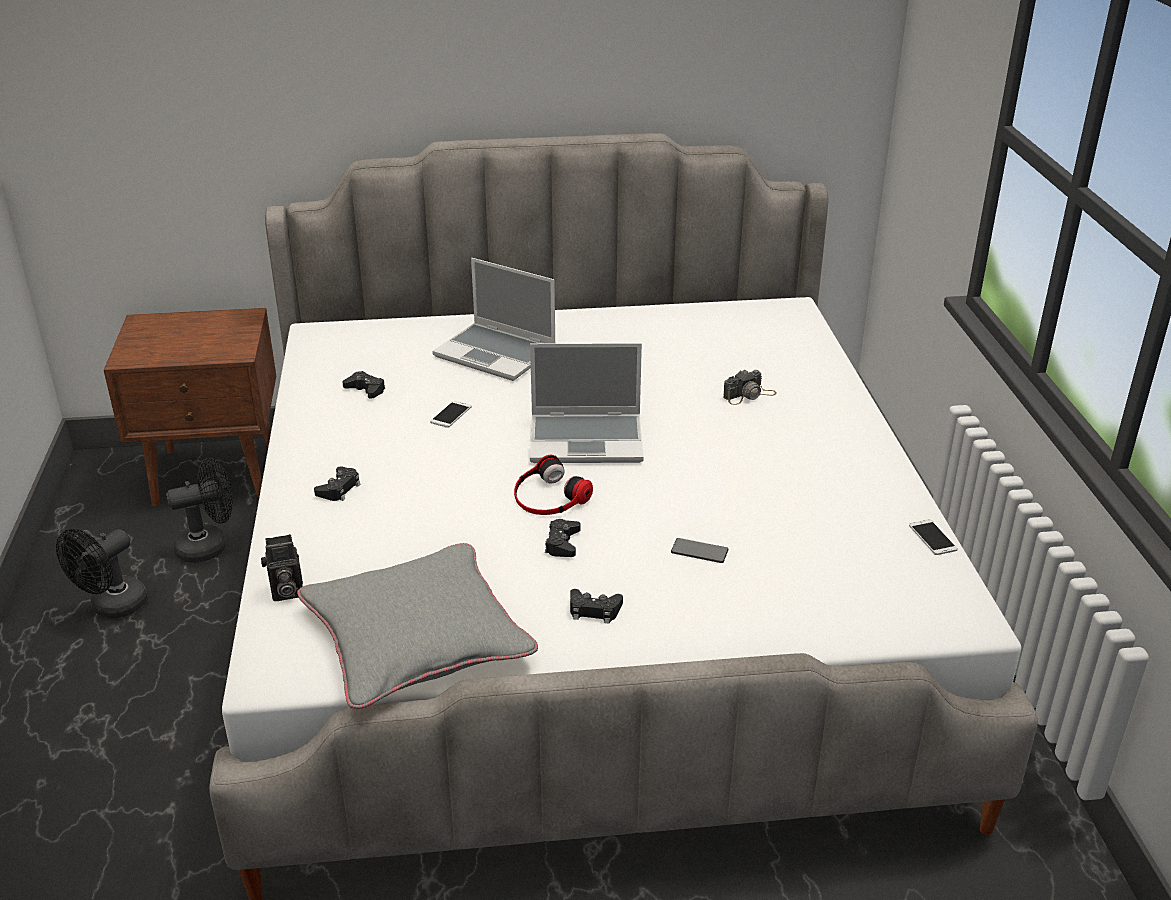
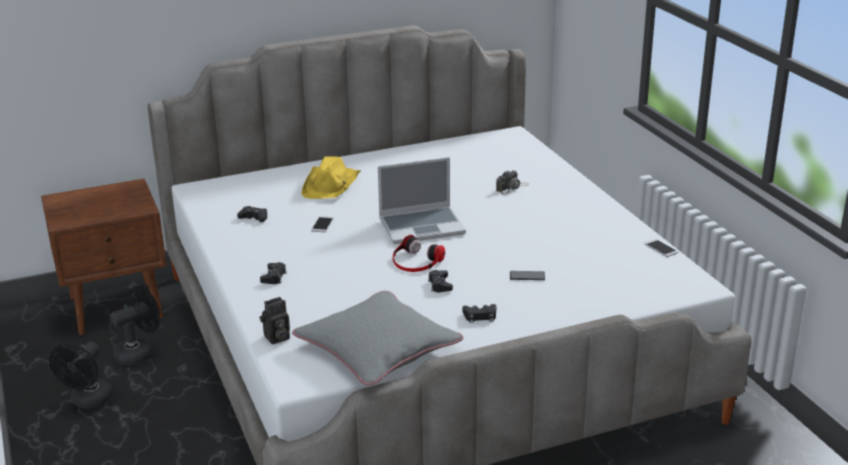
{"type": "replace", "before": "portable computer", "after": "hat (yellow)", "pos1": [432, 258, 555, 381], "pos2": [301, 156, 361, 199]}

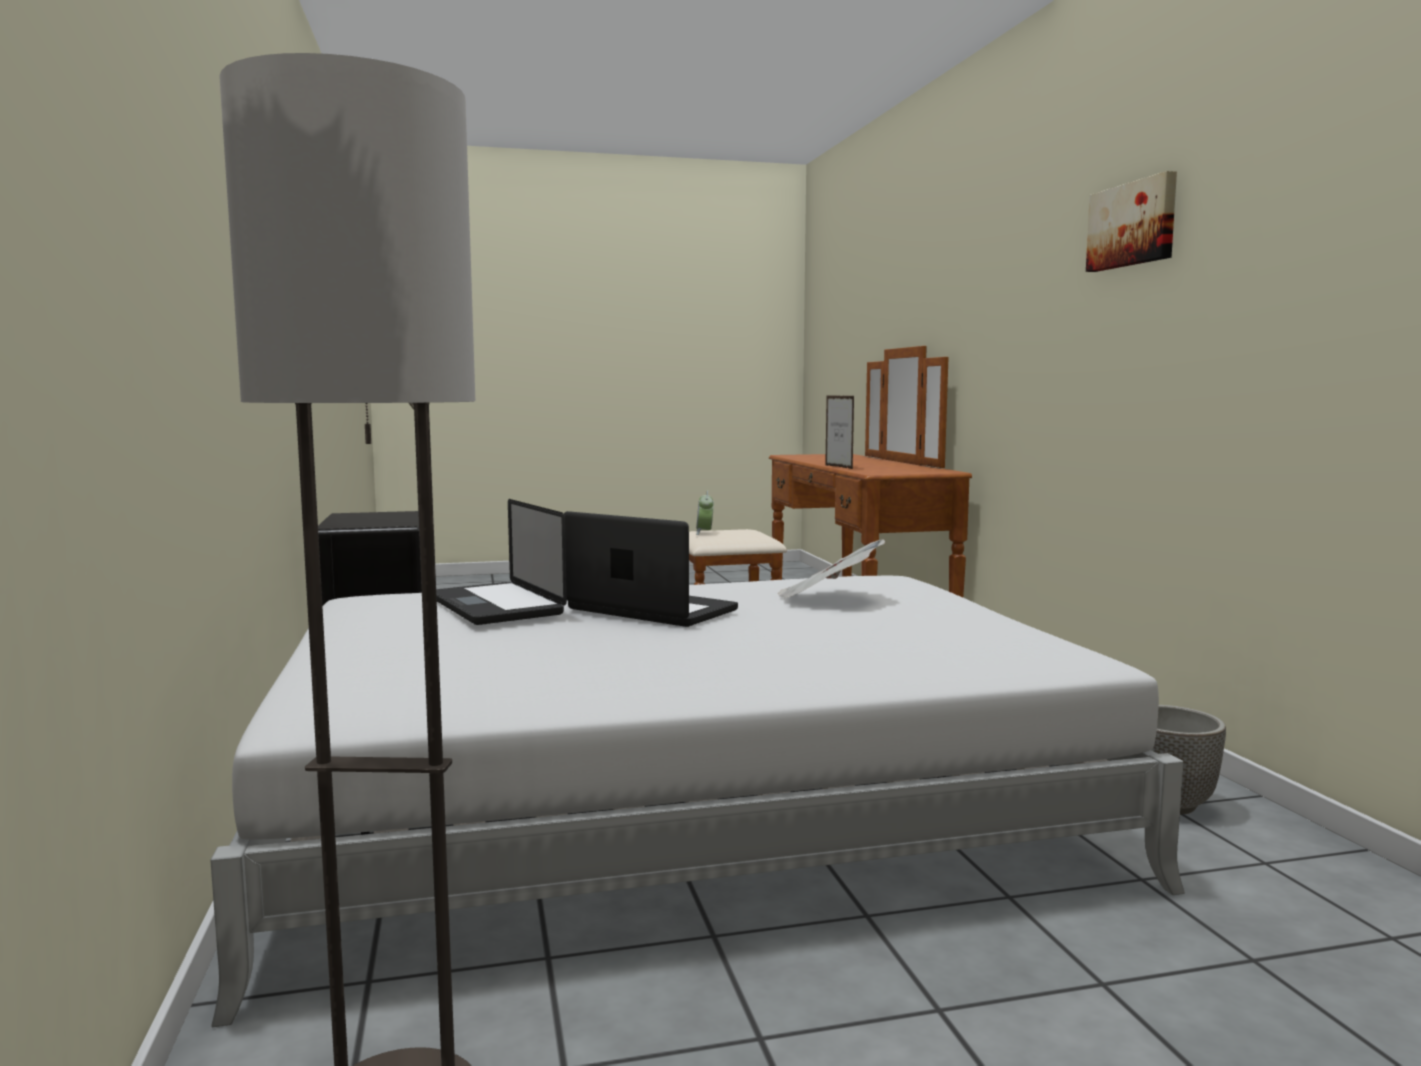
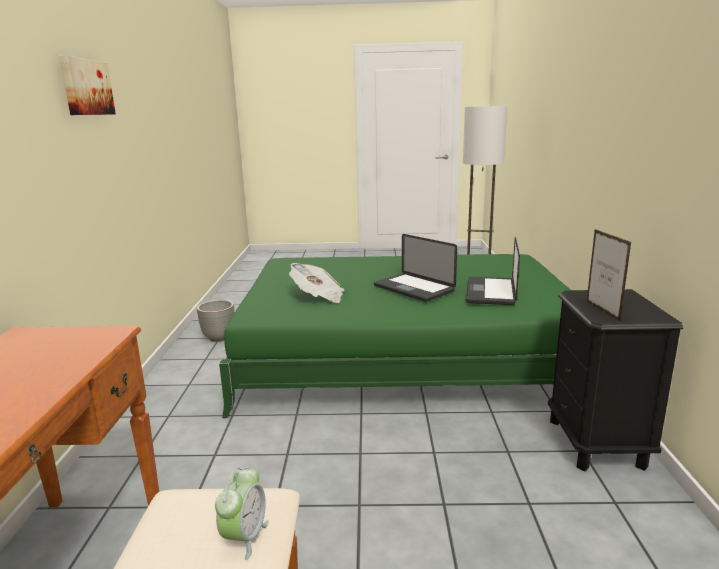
{"type": "recolor", "before": "bed (white-coloured)", "after": "bed (greenish)", "pos1": [210, 576, 1185, 1027], "pos2": [219, 254, 571, 418]}
{"type": "rotate", "before": "portable computer", "pos1": [436, 499, 567, 625], "pos2": [466, 237, 520, 305], "turn": -150}
{"type": "move", "before": "photo frame", "pos1": [825, 396, 854, 469], "pos2": [587, 229, 631, 321]}

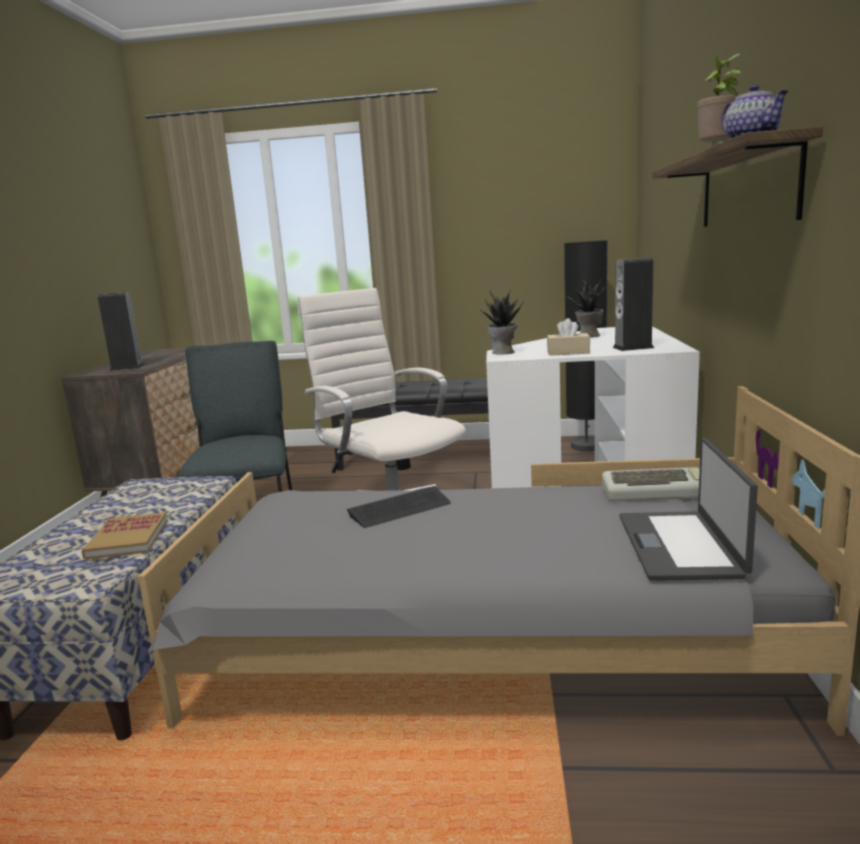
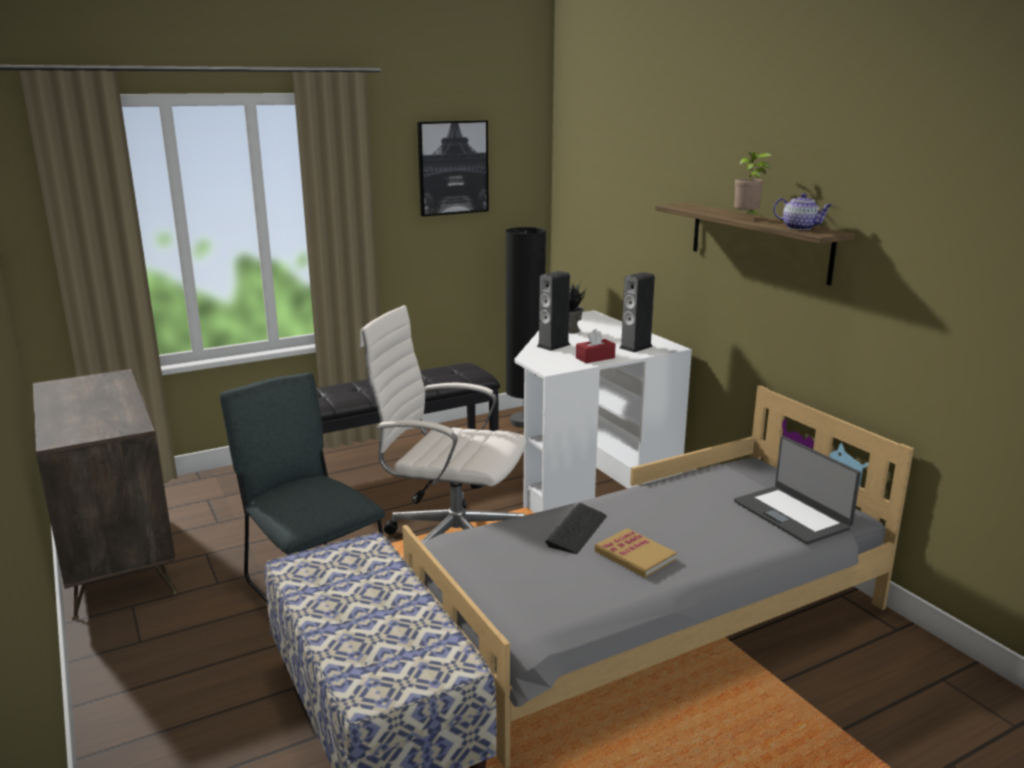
{"type": "move", "before": "bound book", "pos1": [81, 512, 168, 560], "pos2": [595, 528, 677, 578]}
{"type": "move", "before": "speaker", "pos1": [98, 292, 144, 371], "pos2": [537, 271, 570, 351]}
{"type": "delete", "before": "houseplant", "pos1": [480, 289, 524, 355]}
{"type": "recolor", "before": "tissue holder (beige-coloured)", "after": "tissue holder (red-coloured)", "pos1": [547, 318, 590, 356], "pos2": [576, 329, 615, 363]}
{"type": "delete", "before": "PC keyboard", "pos1": [602, 467, 700, 502]}
{"type": "insert", "after": "wall picture", "pos2": [417, 120, 489, 216]}

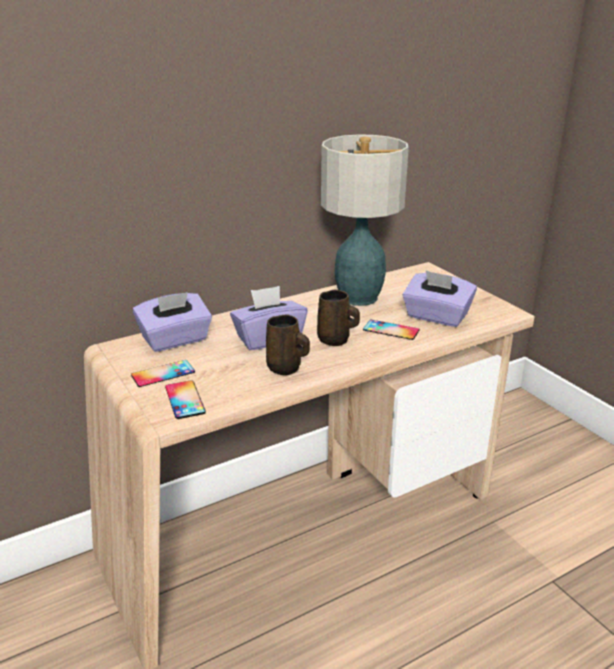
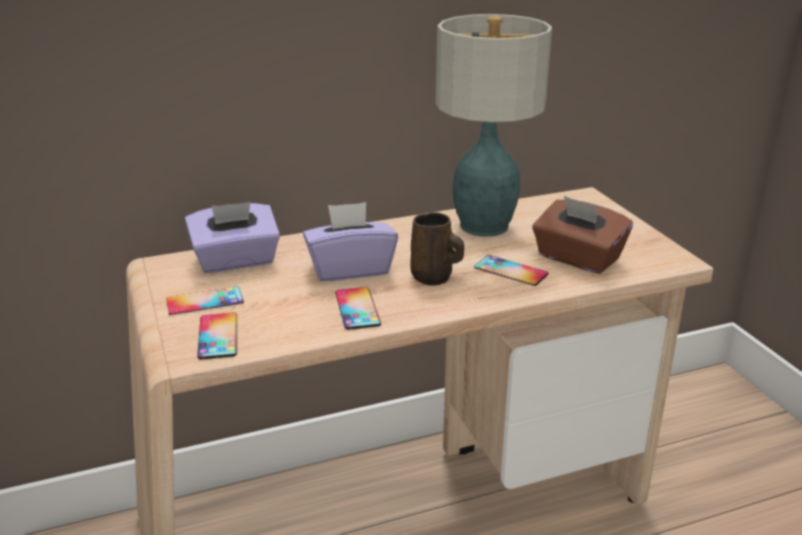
{"type": "replace", "before": "mug (brownish)", "after": "handset", "pos1": [266, 314, 310, 375], "pos2": [335, 287, 381, 330]}
{"type": "recolor", "before": "tissue holder (purple)", "after": "tissue holder (brownish)", "pos1": [403, 270, 477, 327], "pos2": [532, 196, 633, 274]}

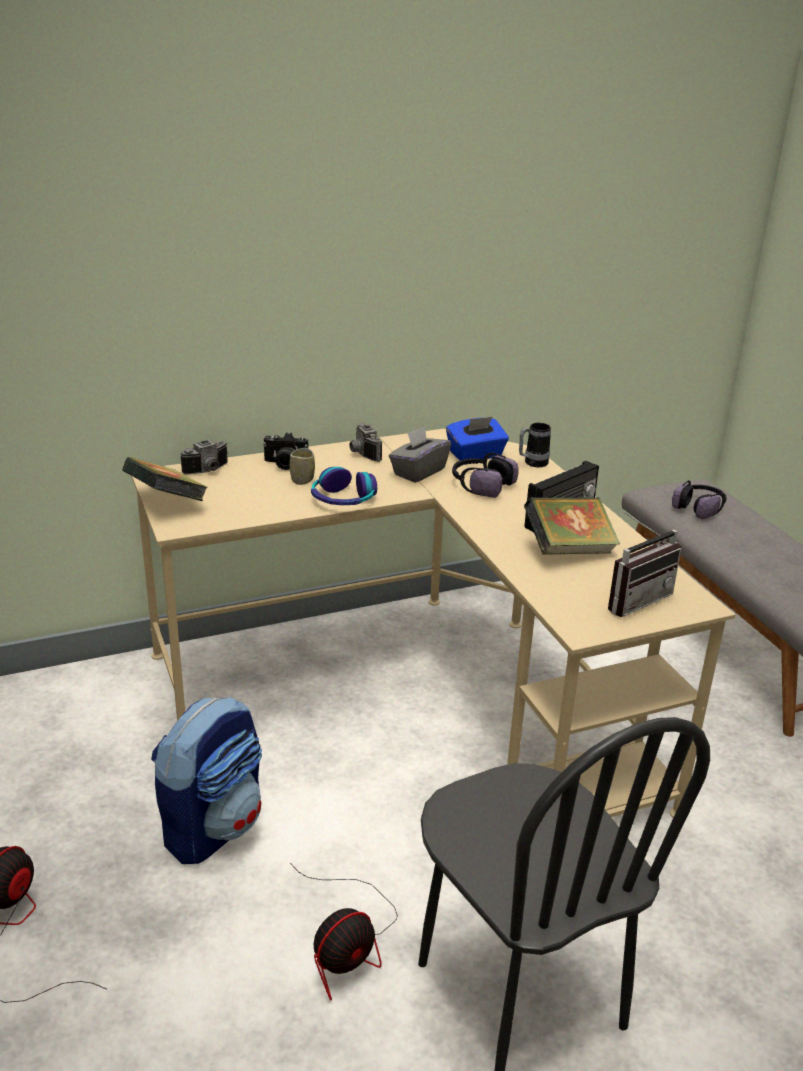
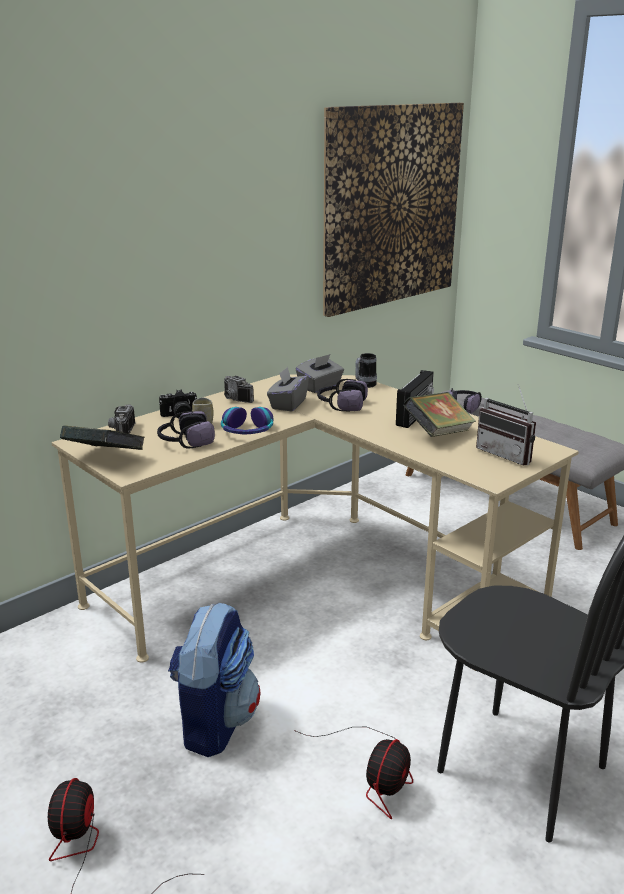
{"type": "rotate", "before": "photo camera", "pos1": [180, 440, 228, 474], "pos2": [108, 404, 136, 434], "turn": 150}
{"type": "recolor", "before": "tissue holder (blue)", "after": "tissue holder (gray)", "pos1": [446, 417, 509, 460], "pos2": [296, 354, 344, 393]}
{"type": "rotate", "before": "radio receiver", "pos1": [608, 512, 681, 617], "pos2": [476, 384, 536, 466], "turn": 105}
{"type": "insert", "after": "pair of headphones", "pos2": [157, 411, 215, 448]}
{"type": "insert", "after": "wall picture", "pos2": [323, 103, 464, 317]}

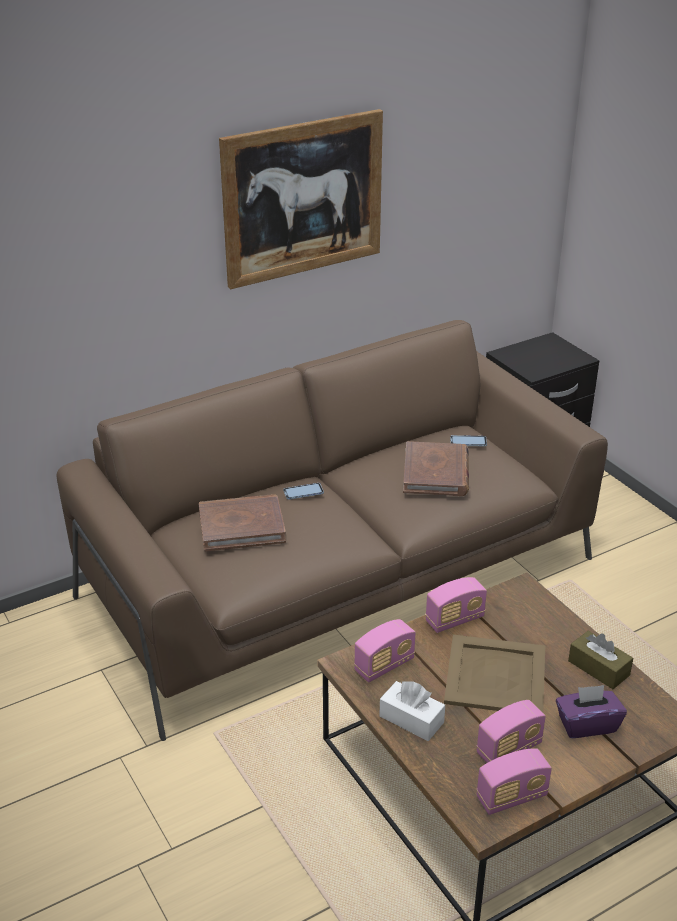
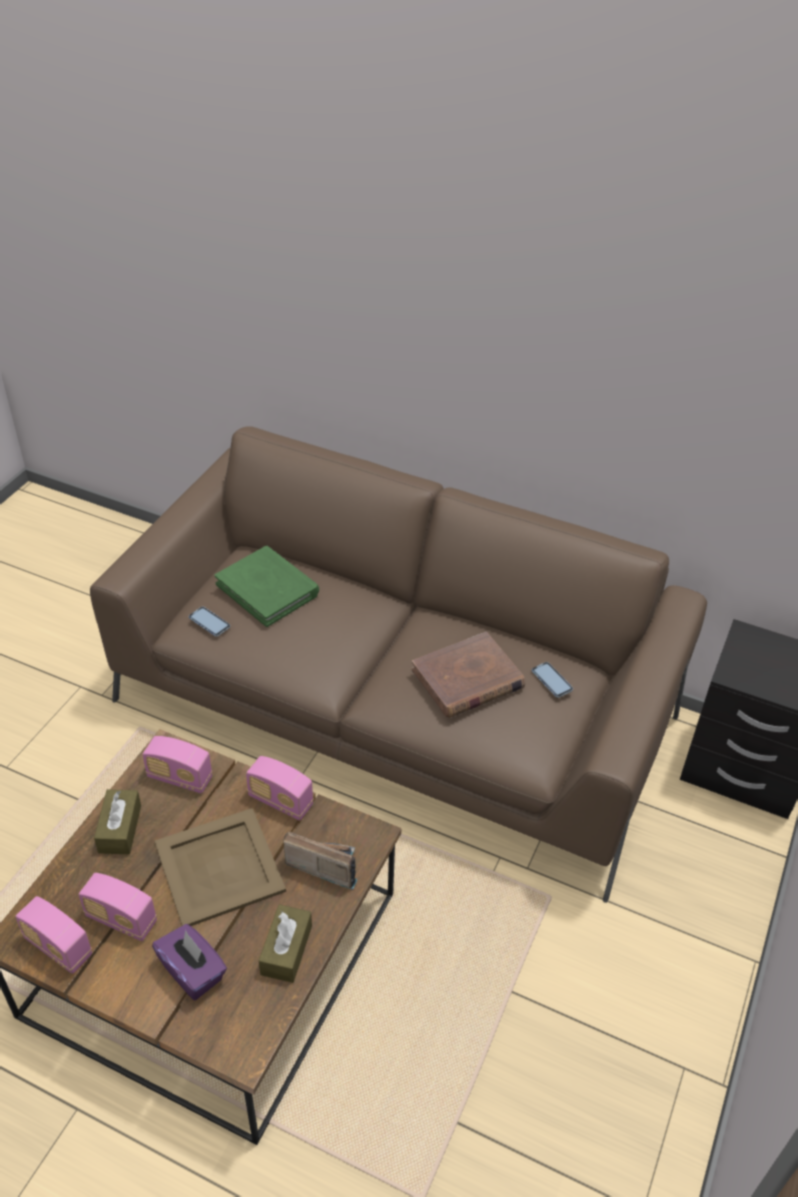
{"type": "recolor", "before": "bound book (brownish)", "after": "bound book (greenish)", "pos1": [199, 494, 286, 552], "pos2": [215, 546, 319, 627]}
{"type": "delete", "before": "wall picture", "pos1": [219, 109, 383, 289]}
{"type": "move", "before": "handset", "pos1": [283, 483, 324, 500], "pos2": [189, 607, 230, 637]}
{"type": "recolor", "before": "tissue holder (white-coloured)", "after": "tissue holder (brownish)", "pos1": [379, 681, 445, 741], "pos2": [94, 789, 141, 854]}
{"type": "insert", "after": "radio receiver", "pos2": [283, 832, 358, 890]}

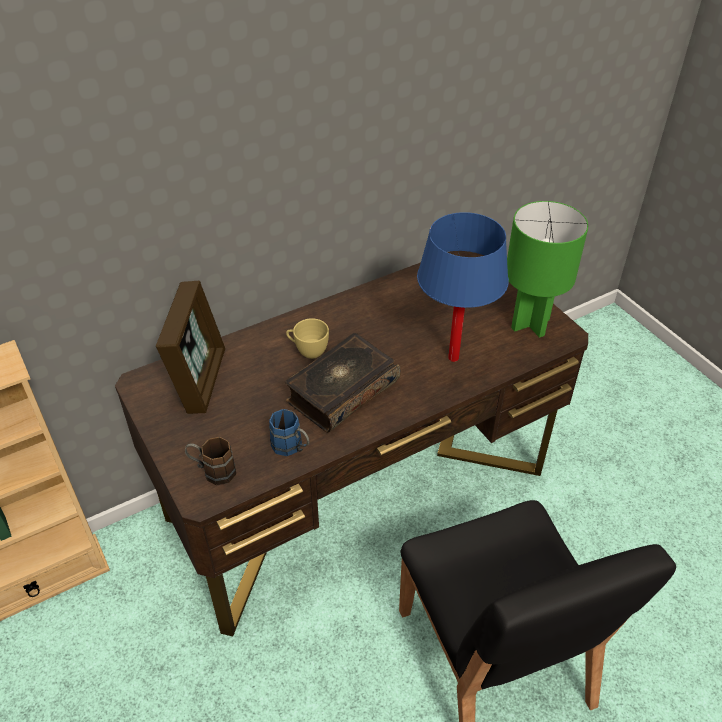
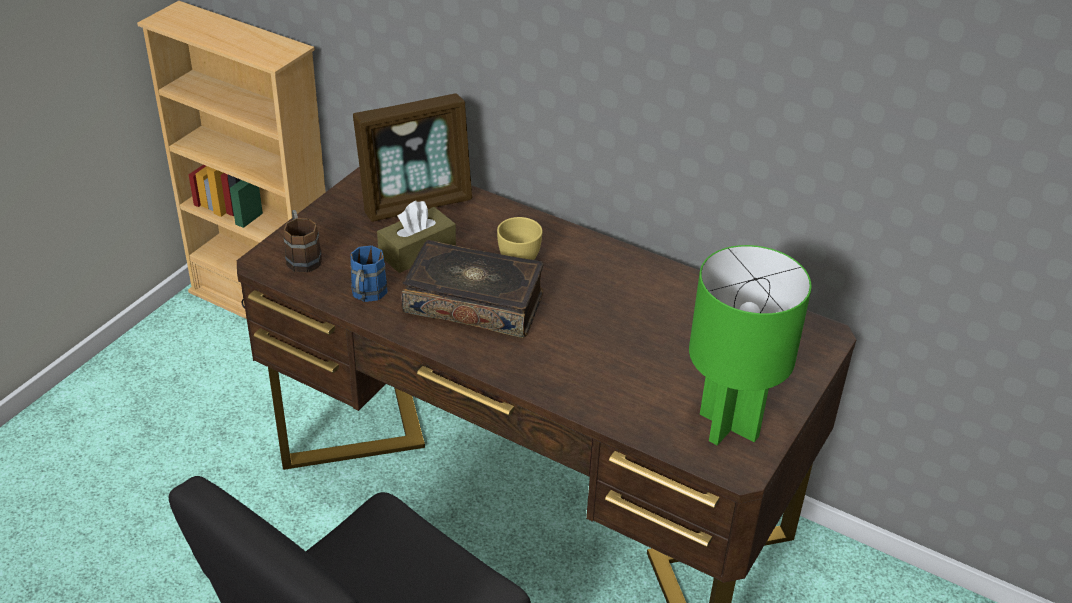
{"type": "delete", "before": "table lamp (blue)", "pos1": [417, 212, 509, 362]}
{"type": "insert", "after": "tissue holder (brownish)", "pos2": [377, 200, 456, 273]}

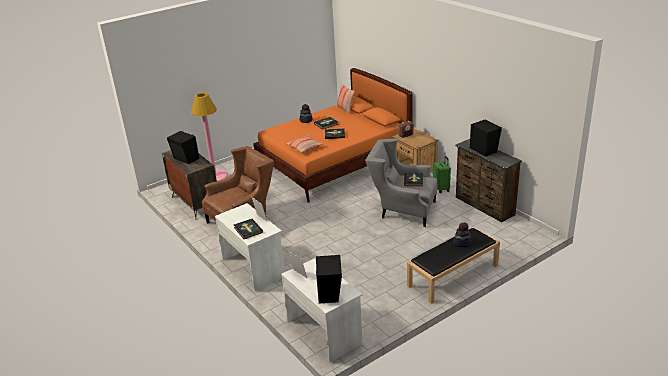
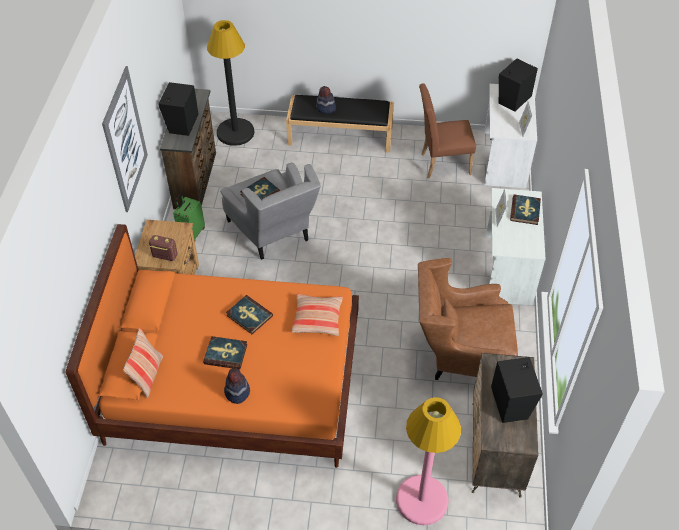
{"type": "insert", "after": "wall picture", "pos2": [102, 66, 148, 212]}
{"type": "insert", "after": "standing lamp (blackish)", "pos2": [207, 20, 254, 146]}
{"type": "insert", "after": "plain chair (brownish)", "pos2": [419, 84, 476, 178]}

